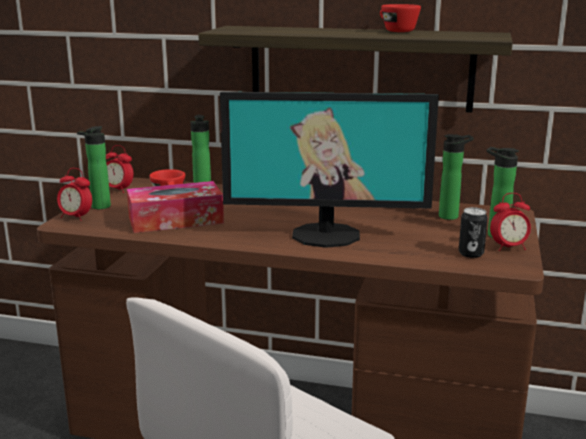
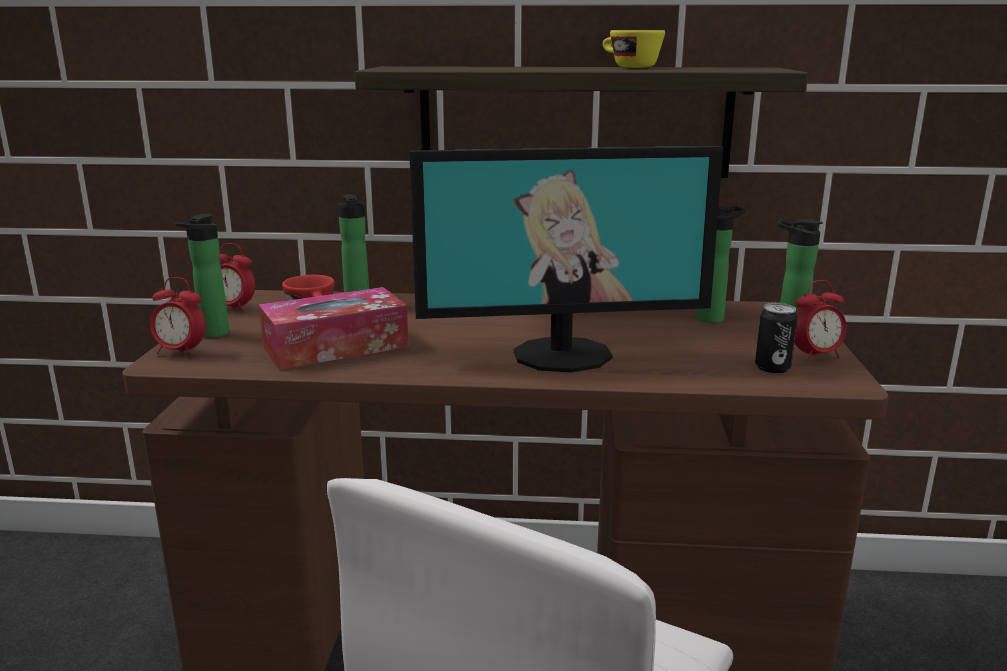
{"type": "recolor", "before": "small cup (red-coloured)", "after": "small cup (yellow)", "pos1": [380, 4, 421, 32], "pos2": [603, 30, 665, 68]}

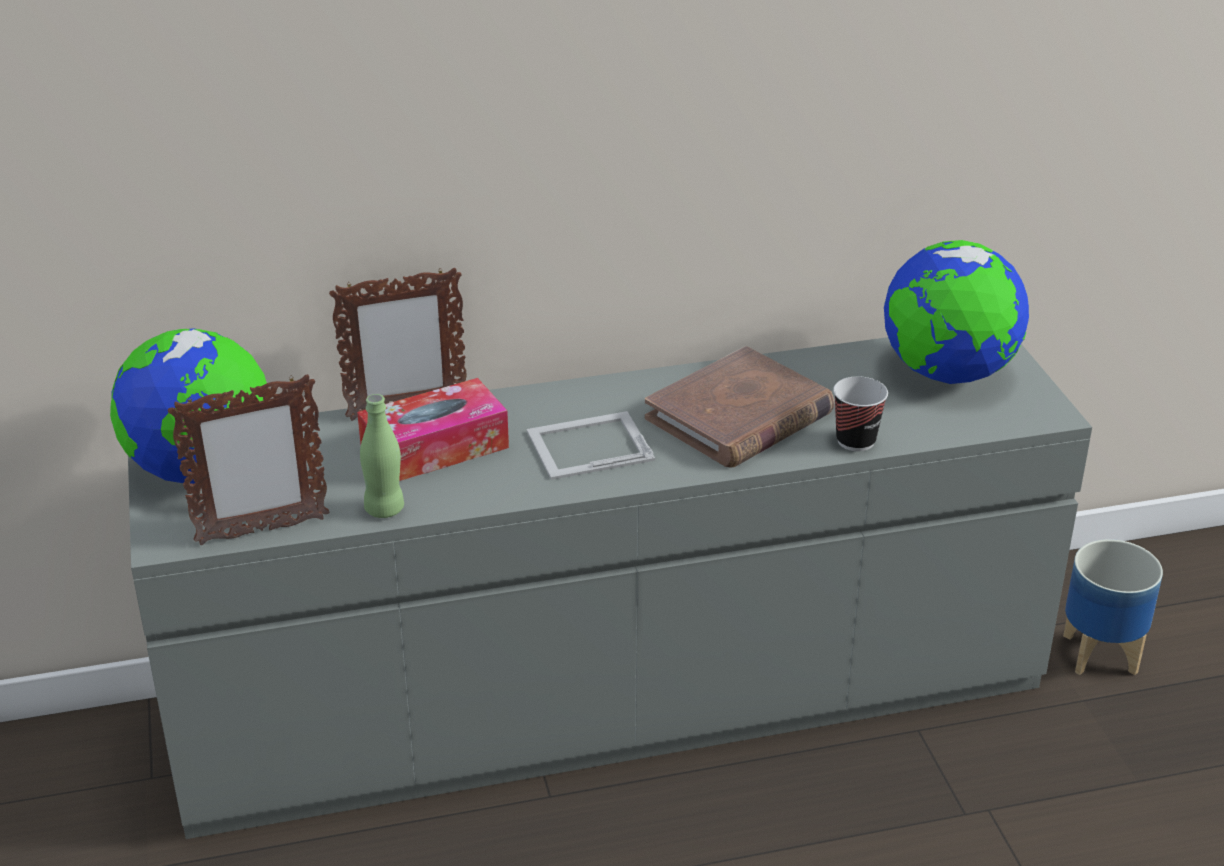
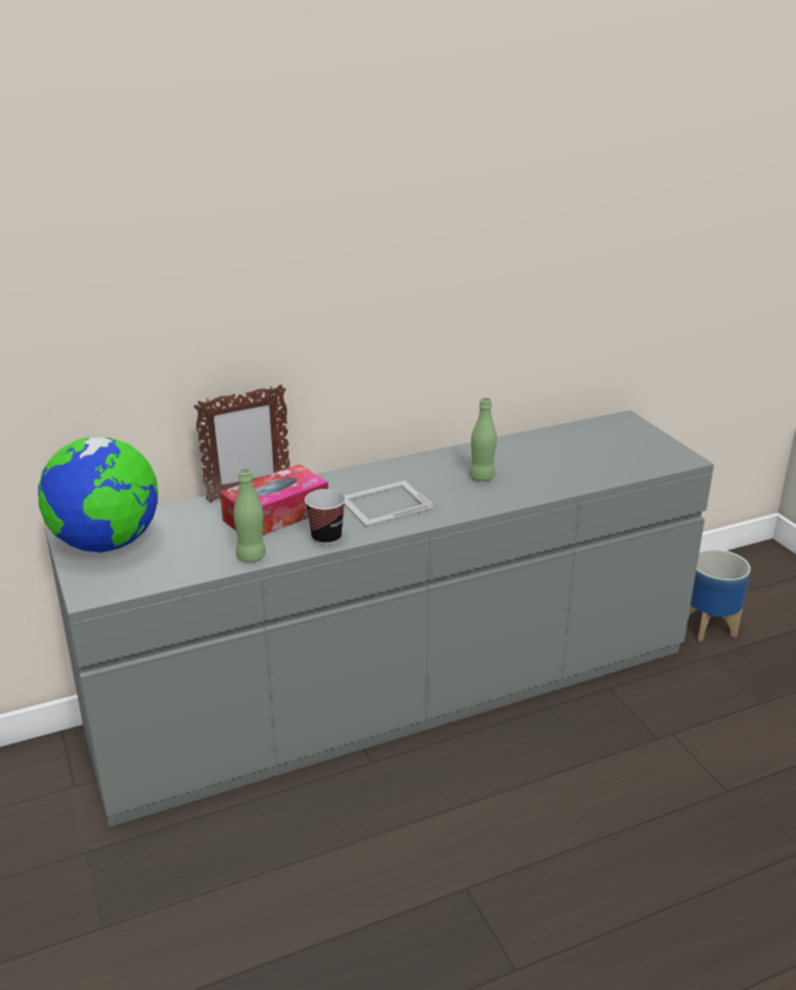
{"type": "delete", "before": "photo frame", "pos1": [168, 374, 329, 545]}
{"type": "replace", "before": "bound book (brownish)", "after": "beverage bottle (greenish)", "pos1": [645, 346, 835, 467], "pos2": [469, 398, 497, 481]}
{"type": "move", "before": "small cup", "pos1": [833, 376, 888, 451], "pos2": [305, 489, 346, 545]}
{"type": "delete", "before": "desk globe", "pos1": [884, 240, 1029, 384]}

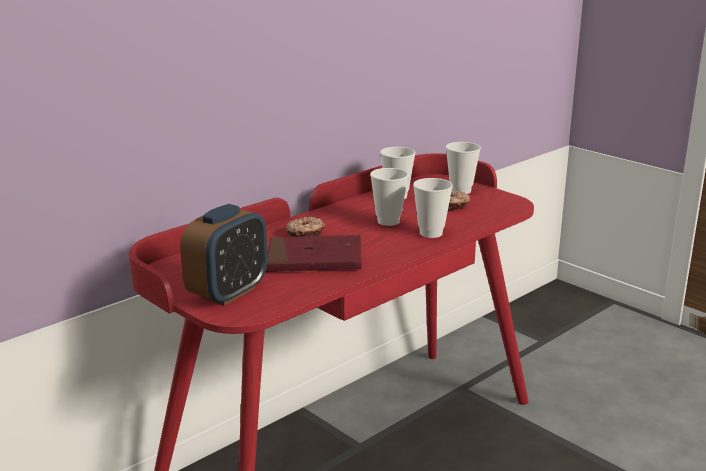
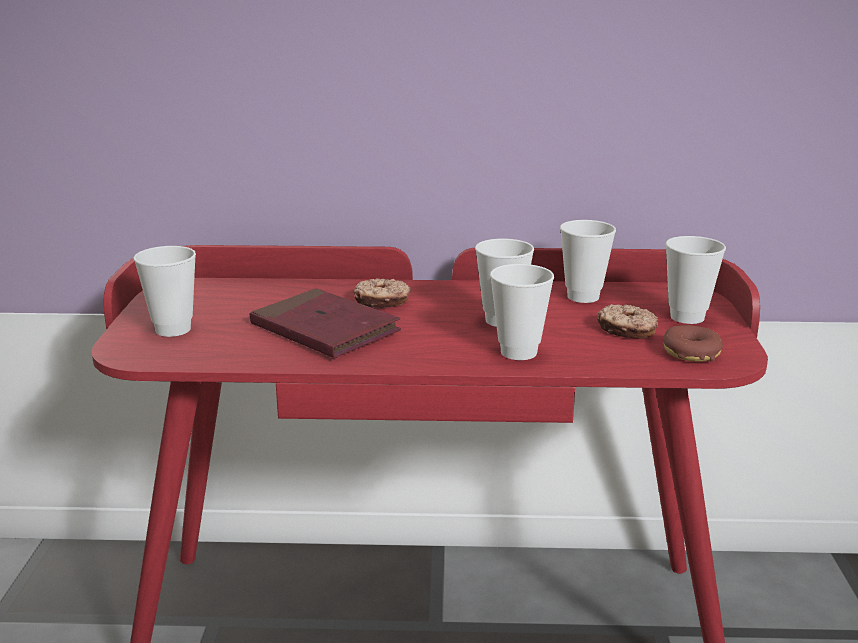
{"type": "replace", "before": "table clock", "after": "small cup", "pos1": [180, 204, 268, 306], "pos2": [134, 246, 196, 337]}
{"type": "insert", "after": "ring doughnut", "pos2": [663, 325, 723, 362]}

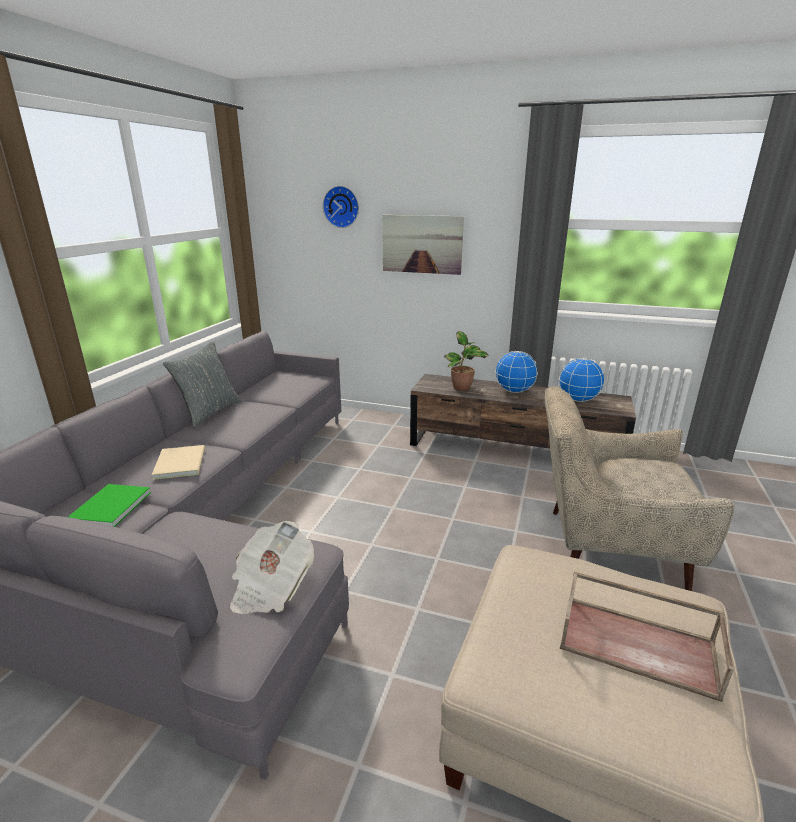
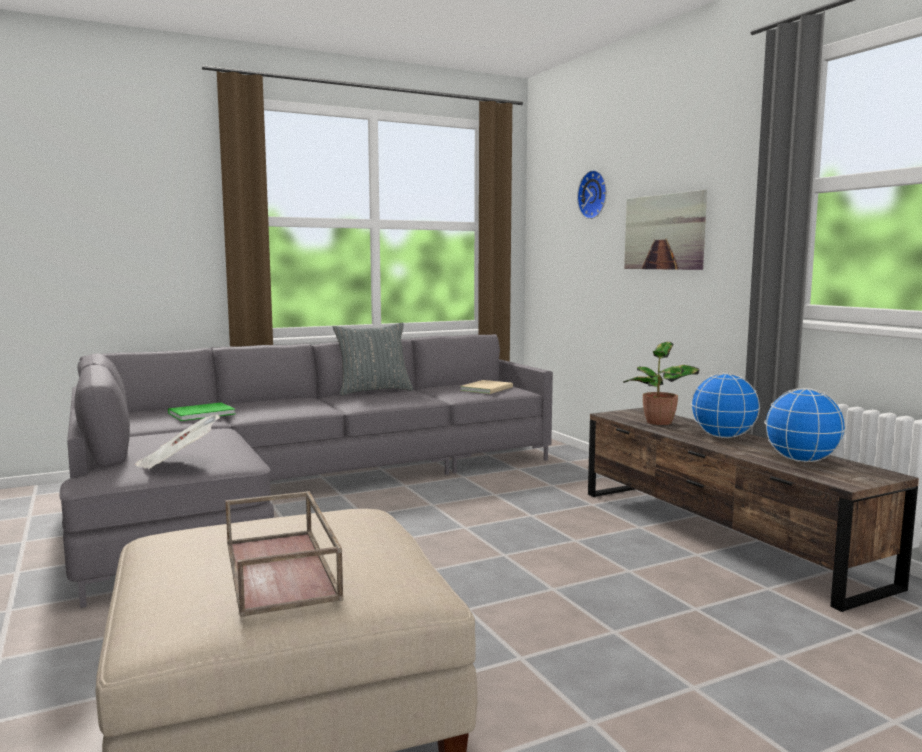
{"type": "move", "before": "bound book (beige-coloured)", "pos1": [152, 445, 205, 480], "pos2": [460, 380, 513, 394]}
{"type": "delete", "before": "easy chair (beige-coloured)", "pos1": [545, 386, 735, 591]}

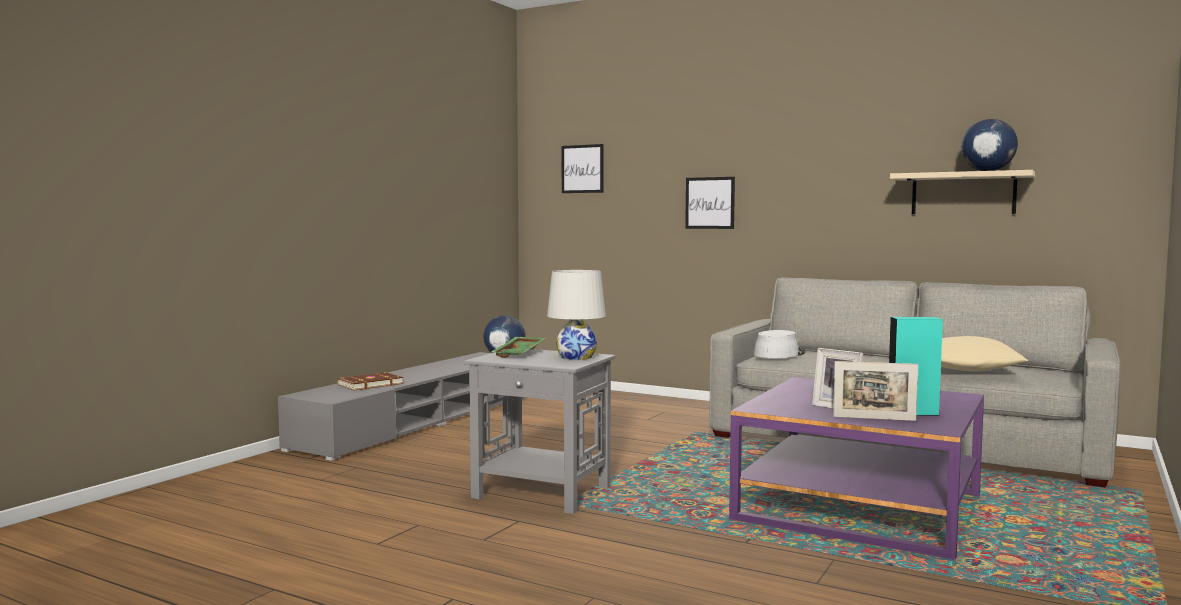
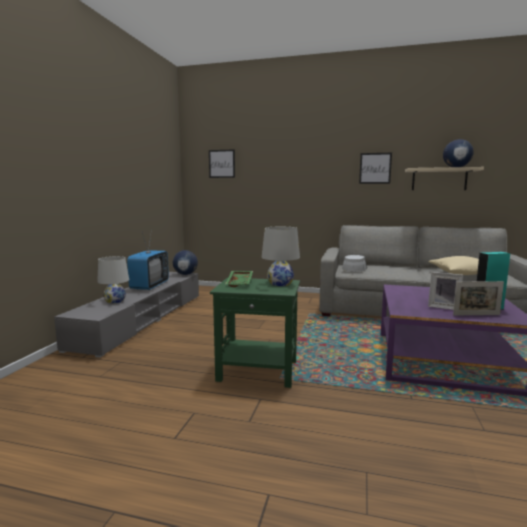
{"type": "replace", "before": "bound book (brownish)", "after": "table lamp (white-coloured)", "pos1": [337, 372, 403, 390], "pos2": [97, 256, 129, 303]}
{"type": "recolor", "before": "side table (gray)", "after": "side table (greenish)", "pos1": [464, 349, 616, 514], "pos2": [210, 278, 300, 388]}
{"type": "move", "before": "wall picture", "pos1": [685, 177, 735, 229], "pos2": [359, 153, 392, 184]}
{"type": "insert", "after": "television", "pos2": [127, 229, 169, 290]}

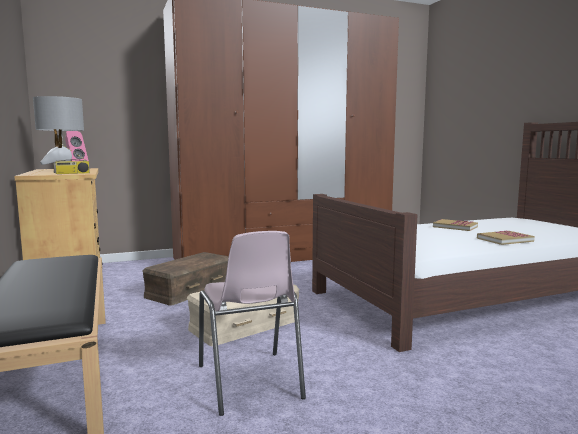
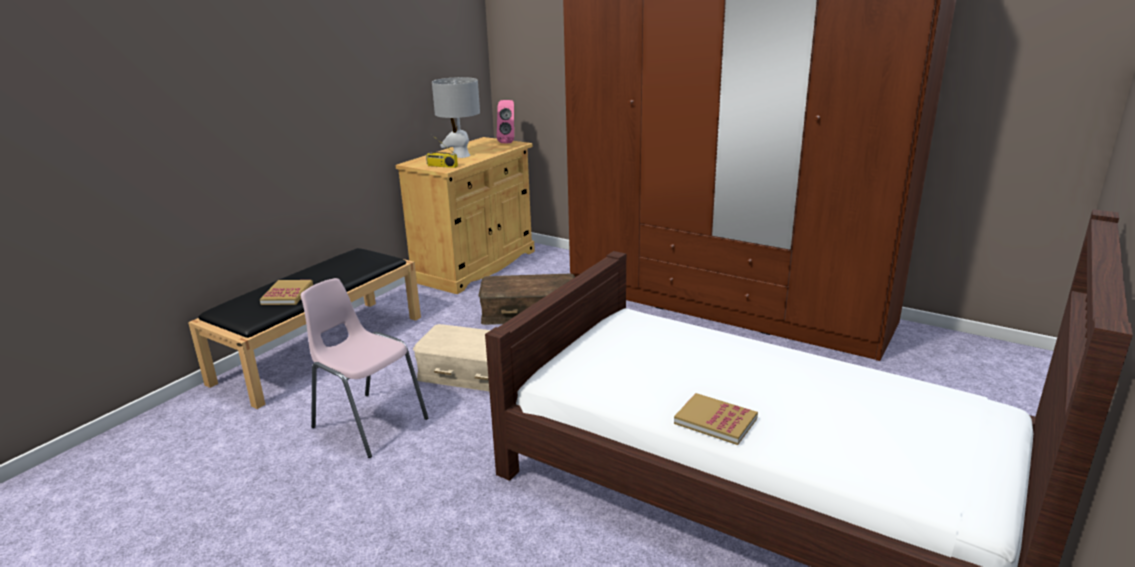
{"type": "rotate", "before": "plain chair (pinkish)", "pos1": [199, 231, 306, 416], "pos2": [301, 278, 428, 458], "turn": 90}
{"type": "move", "before": "bound book", "pos1": [433, 219, 478, 231], "pos2": [260, 280, 313, 305]}

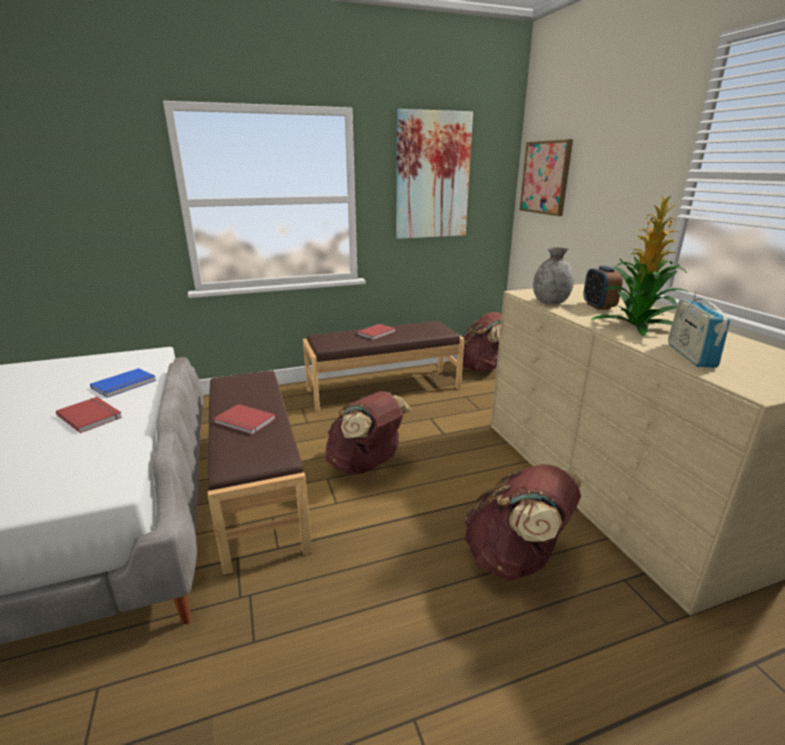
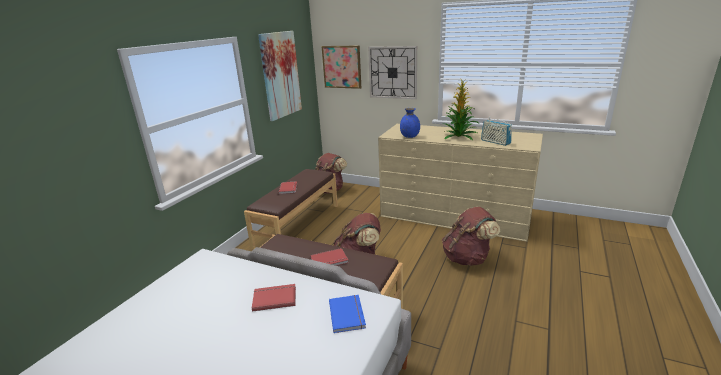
{"type": "move", "before": "bound book (blue)", "pos1": [90, 368, 157, 398], "pos2": [329, 295, 366, 333]}
{"type": "recolor", "before": "decorative vase (gray)", "after": "decorative vase (blue)", "pos1": [533, 247, 574, 304], "pos2": [400, 108, 420, 138]}
{"type": "delete", "before": "table clock", "pos1": [584, 266, 623, 310]}
{"type": "insert", "after": "clock on the wall", "pos2": [368, 46, 417, 99]}

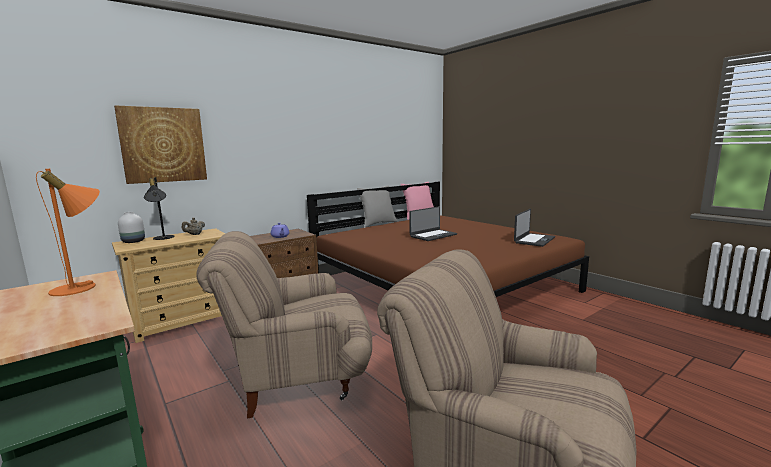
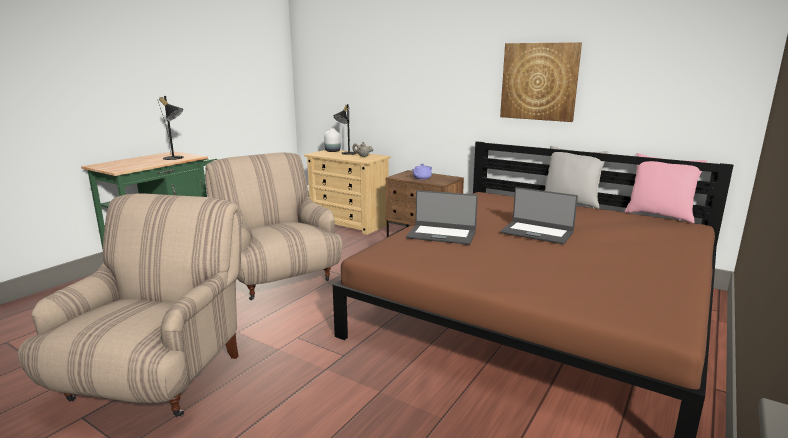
{"type": "recolor", "before": "table lamp (orange)", "after": "table lamp (blackish)", "pos1": [36, 169, 100, 296], "pos2": [158, 96, 184, 160]}
{"type": "move", "before": "wall picture", "pos1": [114, 105, 207, 184], "pos2": [500, 42, 582, 122]}
{"type": "move", "before": "portable computer", "pos1": [514, 209, 555, 247], "pos2": [406, 190, 478, 245]}

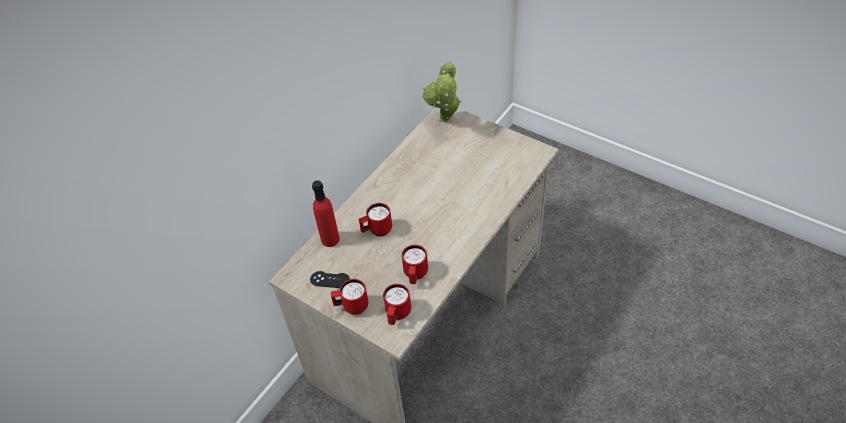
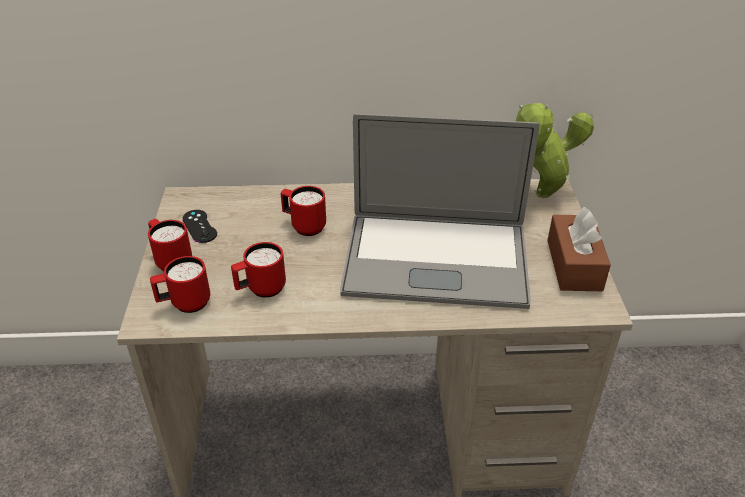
{"type": "delete", "before": "beverage bottle (red-coloured)", "pos1": [312, 180, 340, 247]}
{"type": "insert", "after": "portable computer", "pos2": [340, 113, 539, 309]}
{"type": "insert", "after": "tissue holder (brownish)", "pos2": [547, 207, 611, 291]}

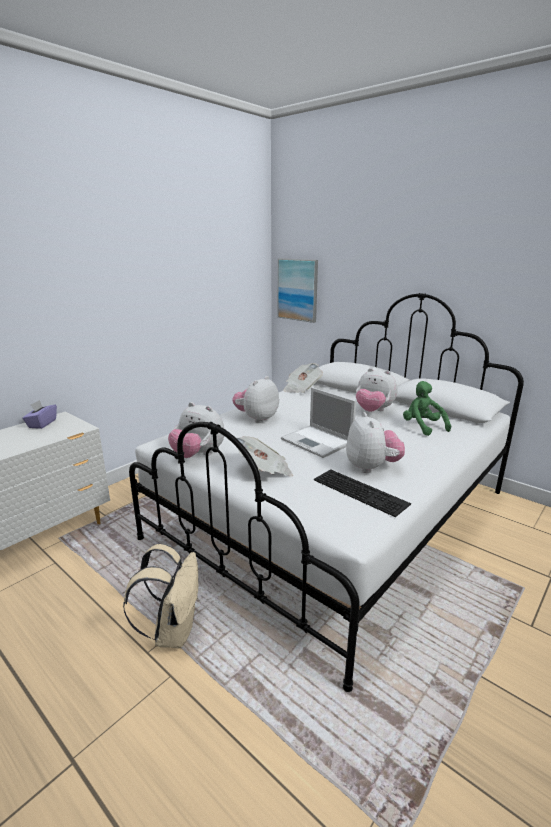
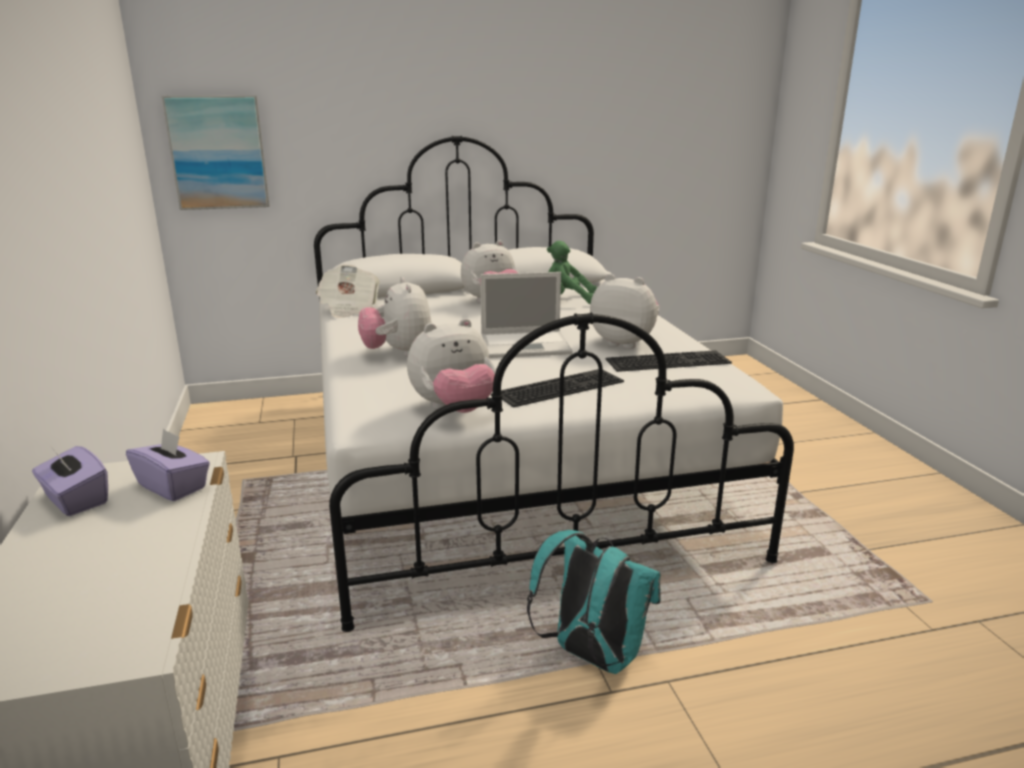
{"type": "recolor", "before": "backpack (beige-coloured)", "after": "backpack (blue-green)", "pos1": [123, 544, 199, 648], "pos2": [527, 530, 661, 674]}
{"type": "replace", "before": "daily paper", "after": "PC keyboard", "pos1": [236, 436, 294, 476], "pos2": [501, 369, 624, 408]}
{"type": "insert", "after": "tissue holder (purple)", "pos2": [126, 428, 210, 501]}

